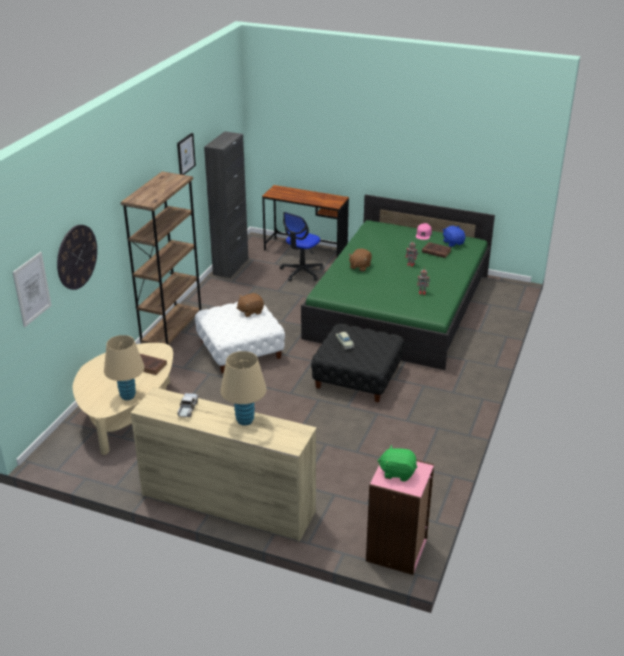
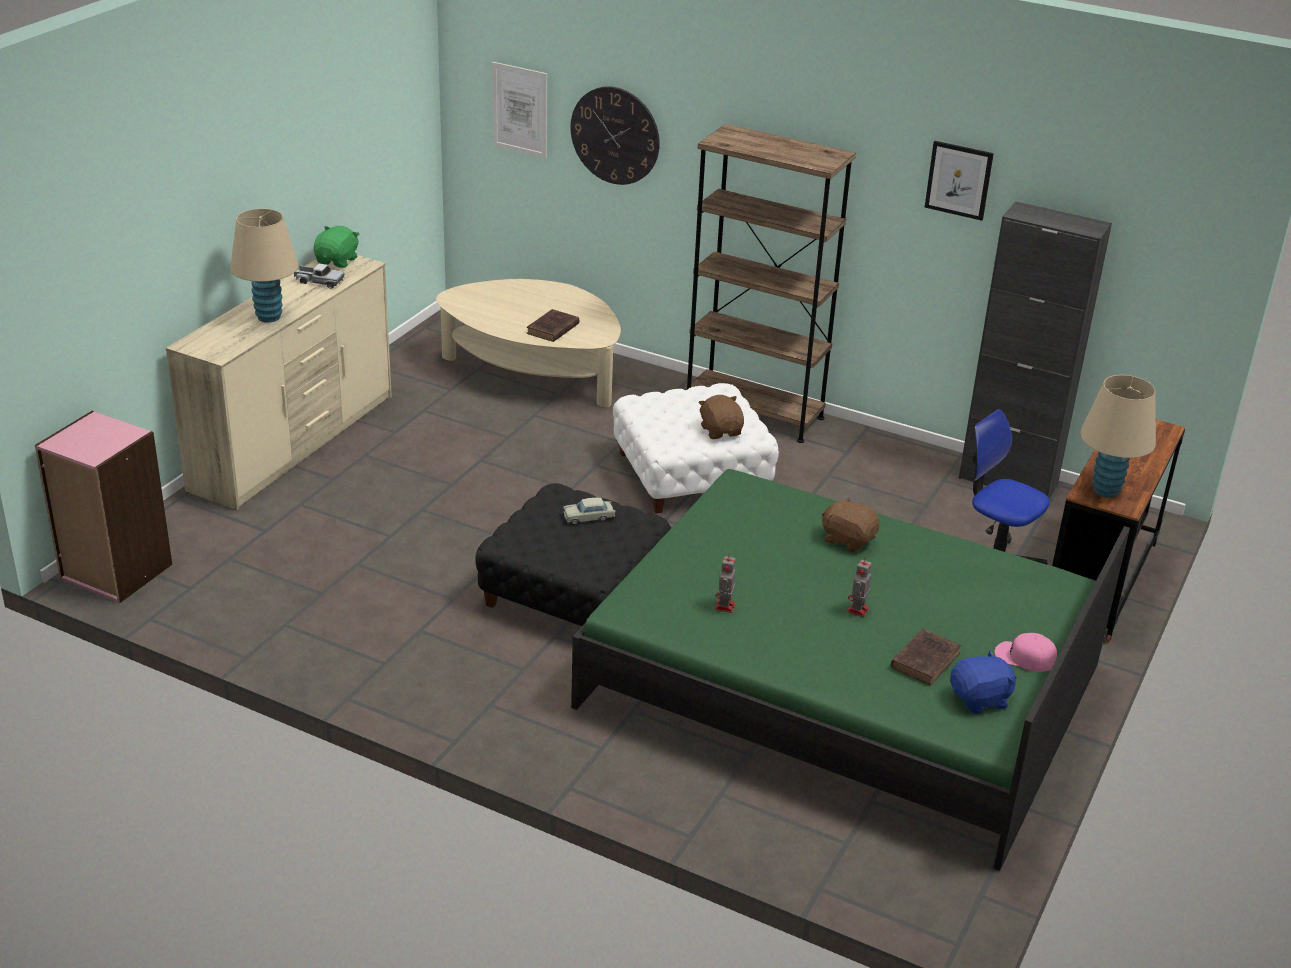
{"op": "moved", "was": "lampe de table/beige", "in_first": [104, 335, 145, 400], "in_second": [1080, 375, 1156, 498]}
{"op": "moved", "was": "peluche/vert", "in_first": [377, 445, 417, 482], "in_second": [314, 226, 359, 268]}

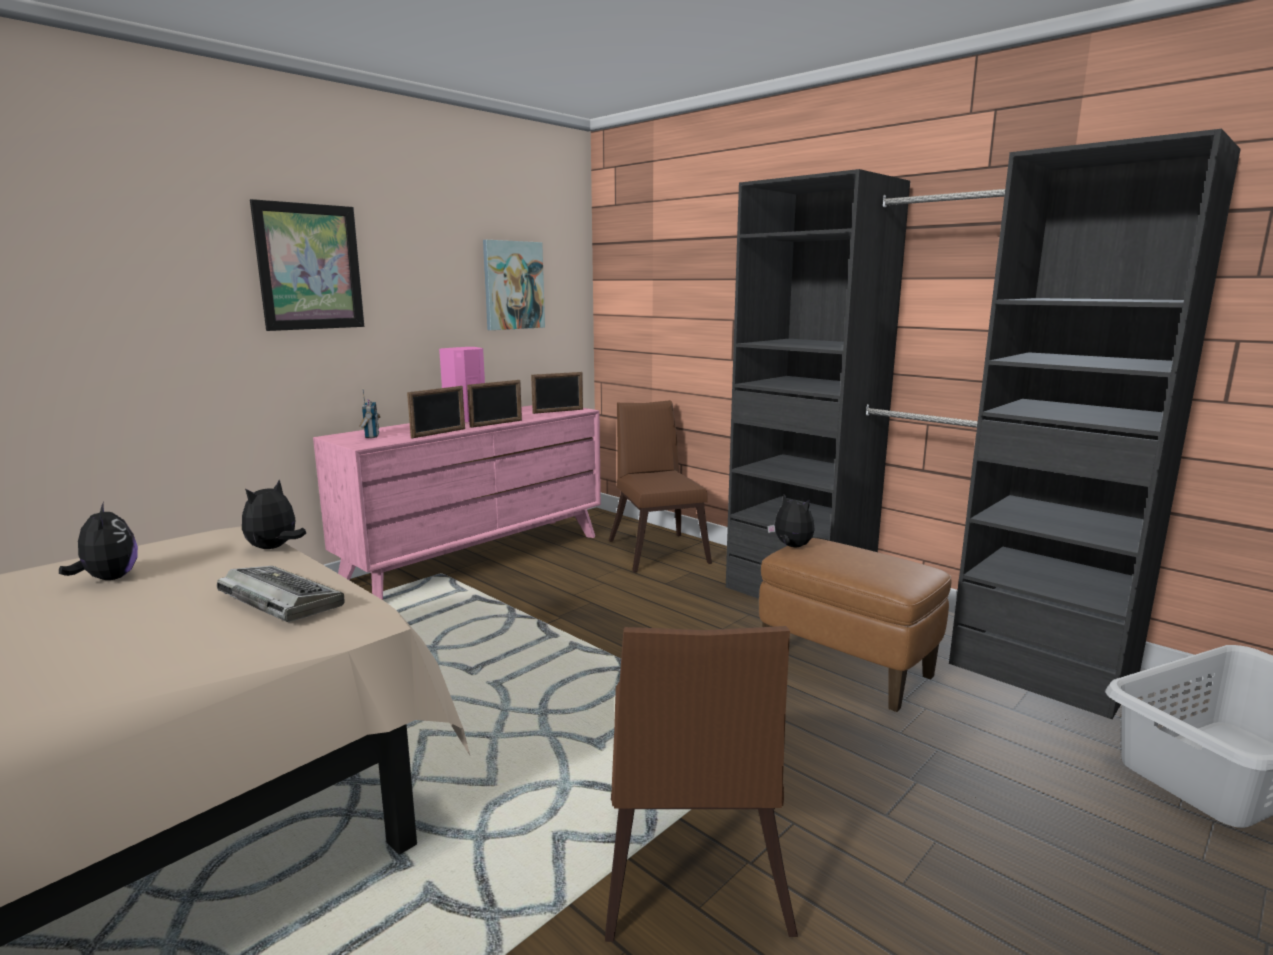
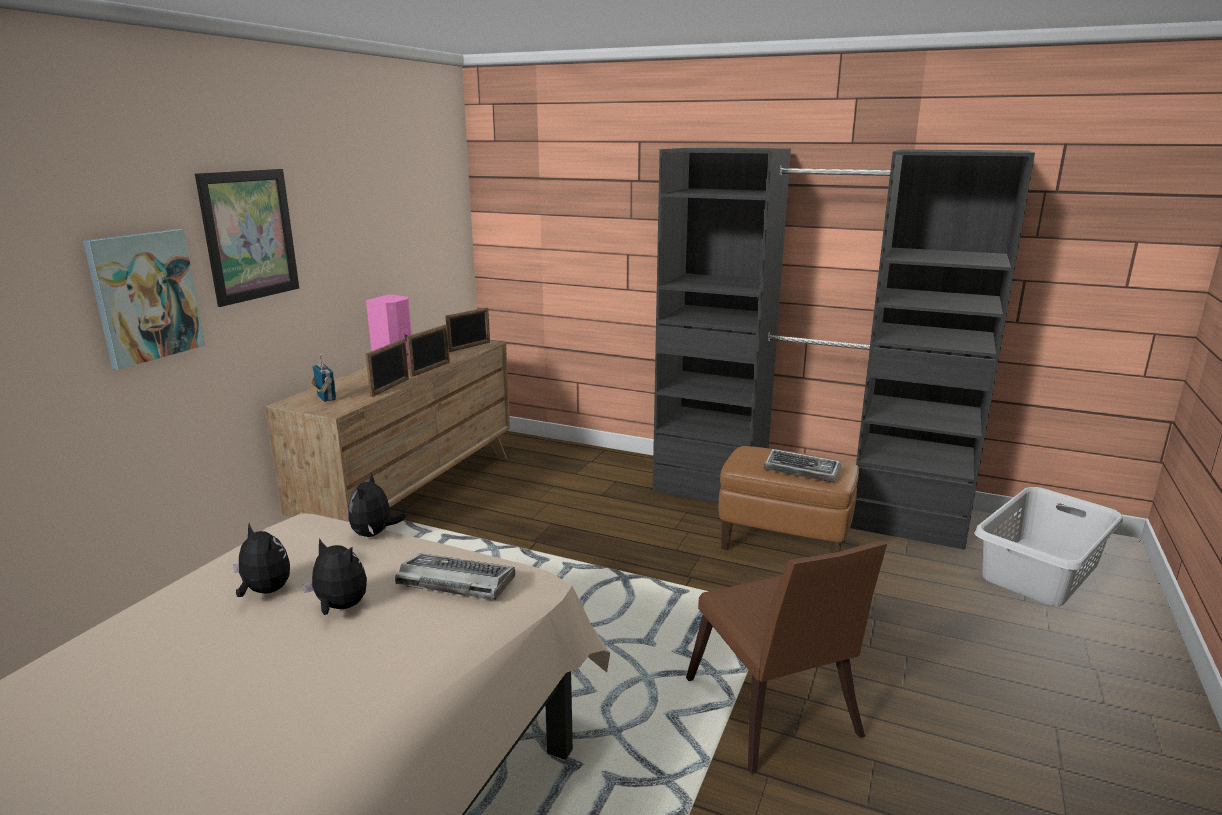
{"op": "moved", "was": "tableau", "in_first": [483, 240, 545, 330], "in_second": [83, 229, 205, 370]}
{"op": "removed", "was": "chaise/marron", "in_first": [609, 400, 712, 573]}
{"op": "recoloured", "was": "commode/rose", "now": "commode/marron", "in_first": [313, 405, 601, 600], "in_second": [265, 340, 510, 522]}
{"op": "moved", "was": "peluche", "in_first": [767, 494, 815, 547], "in_second": [302, 538, 367, 615]}
{"op": "added", "now": "clavier", "in_second": [764, 449, 841, 483]}

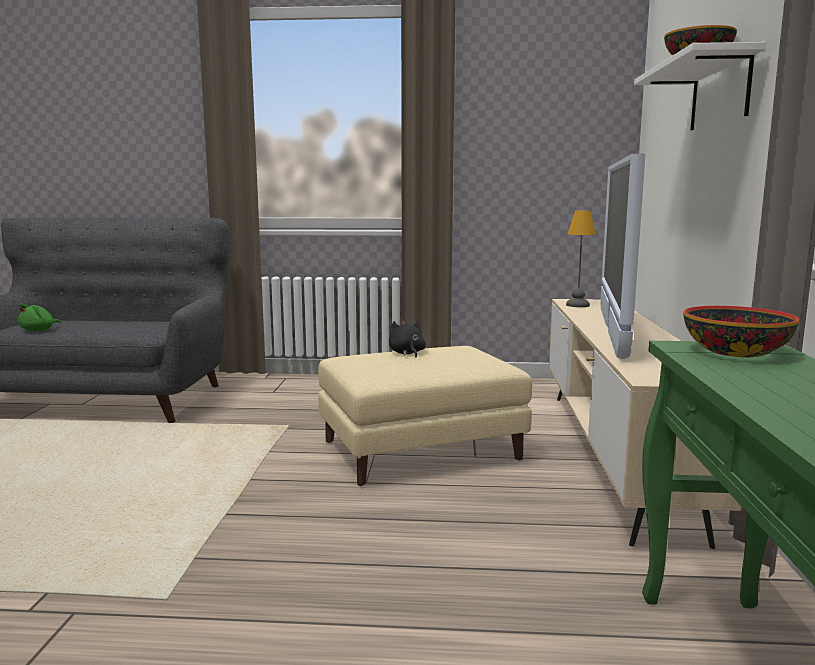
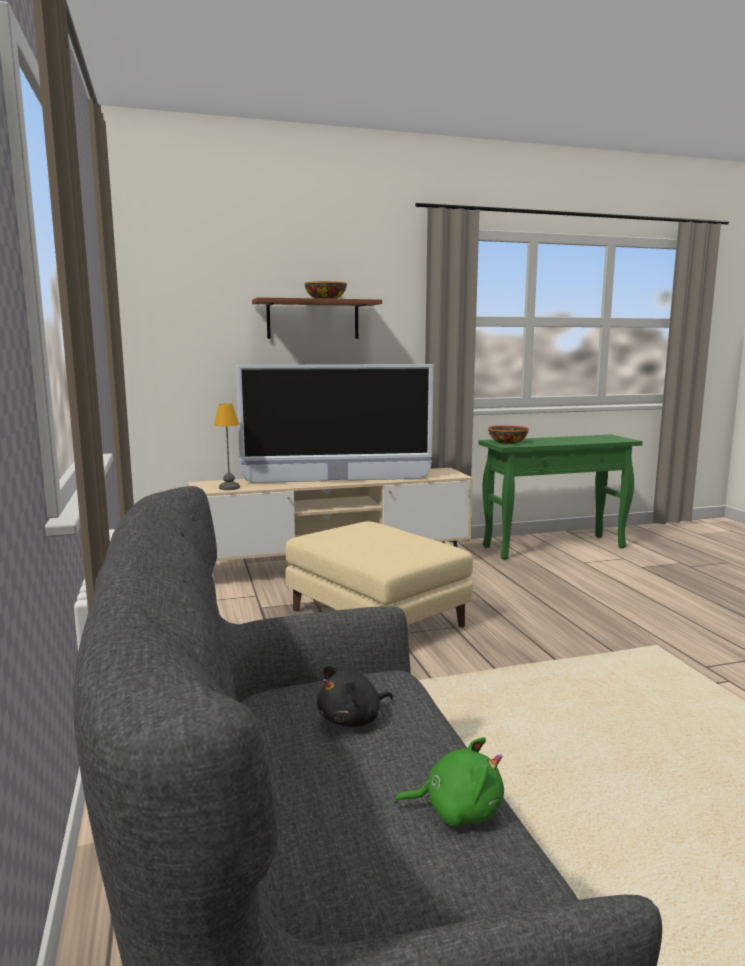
{"op": "recoloured", "was": "étagère/blanc", "now": "étagère/marron", "in_first": [634, 42, 766, 130], "in_second": [252, 297, 382, 339]}
{"op": "moved", "was": "peluche/noir", "in_first": [389, 319, 426, 357], "in_second": [317, 665, 393, 727]}

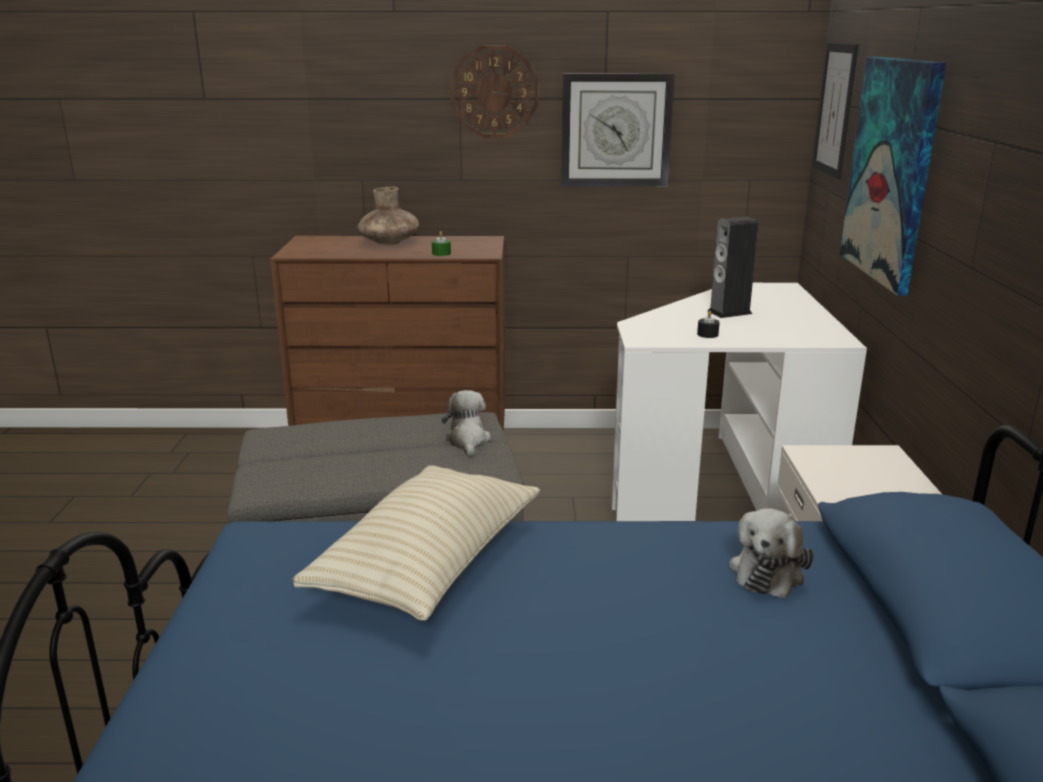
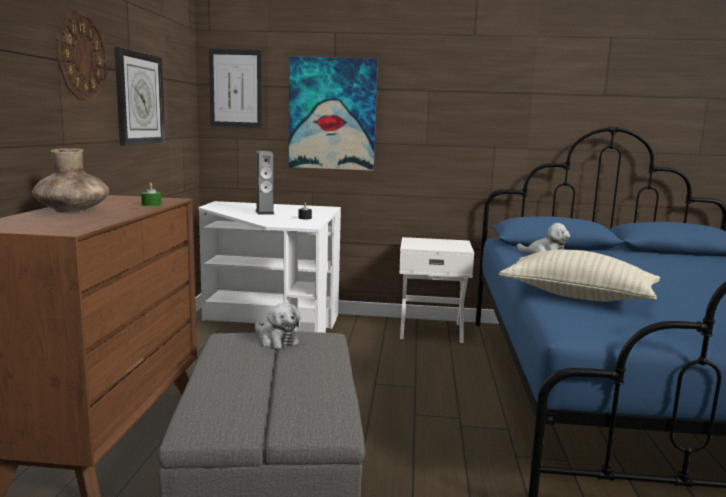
{"op": "turned", "was": "peluche", "in_first": [442, 390, 491, 457], "in_second": [255, 303, 300, 348], "clockwise": -135}

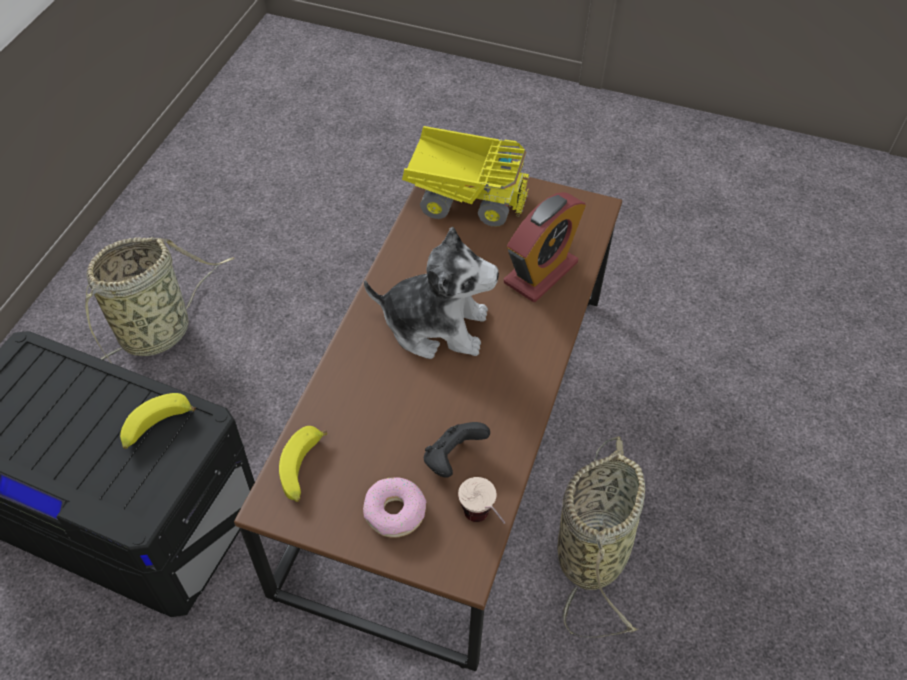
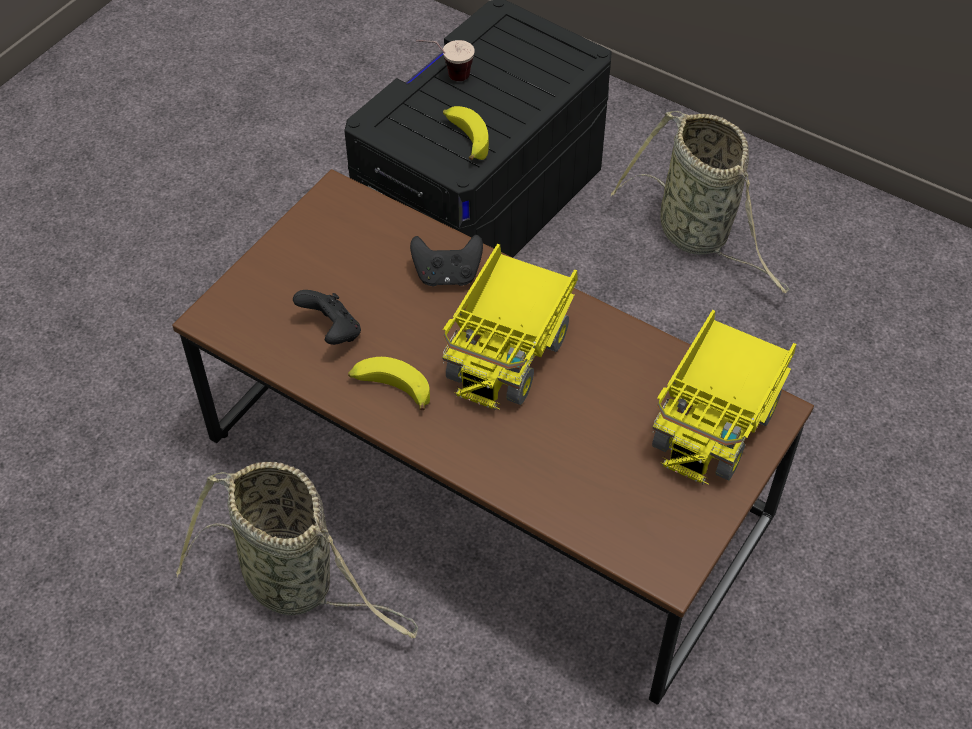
{"op": "removed", "was": "réveil", "in_first": [504, 192, 586, 302]}
{"op": "replaced", "was": "peluche", "now": "camion jouet", "in_first": [364, 227, 499, 359], "in_second": [442, 244, 578, 411]}
{"op": "moved", "was": "banane", "in_first": [279, 426, 327, 502], "in_second": [348, 357, 430, 410]}
{"op": "removed", "was": "beignet", "in_first": [363, 477, 426, 538]}
{"op": "moved", "was": "tasse", "in_first": [458, 477, 506, 524], "in_second": [416, 40, 475, 81]}
{"op": "added", "now": "manette/noir", "in_second": [410, 235, 483, 286]}

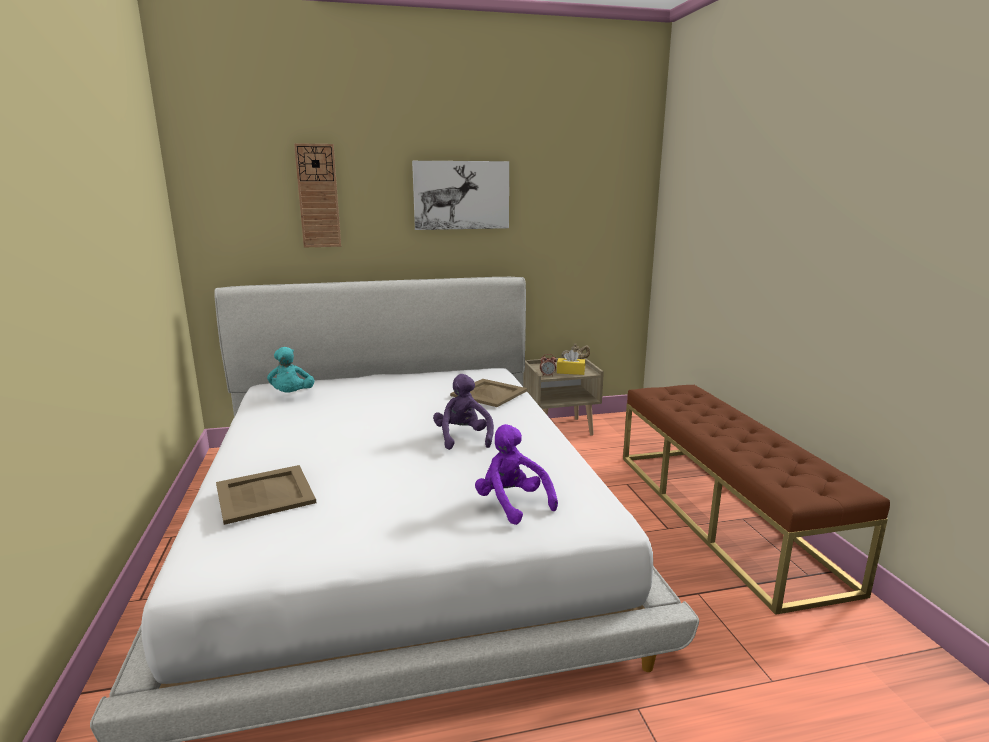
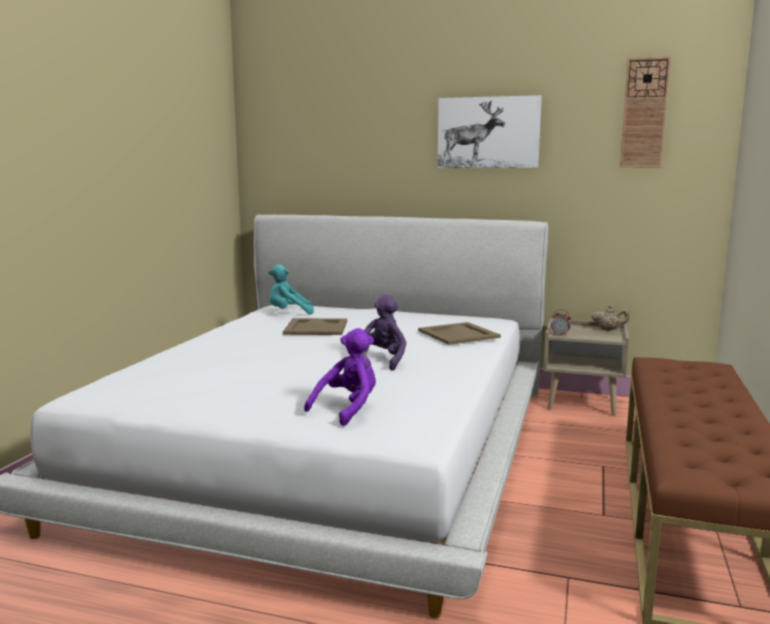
{"op": "moved", "was": "horloge murale", "in_first": [294, 143, 341, 247], "in_second": [620, 56, 671, 168]}
{"op": "turned", "was": "peluche/turquoise", "in_first": [267, 347, 315, 393], "in_second": [268, 264, 314, 314], "clockwise": 60}
{"op": "removed", "was": "boîte à mouchoirs/jaune", "in_first": [557, 350, 585, 375]}
{"op": "turned", "was": "peluche/violet", "in_first": [475, 424, 558, 525], "in_second": [304, 328, 376, 426], "clockwise": 45}
{"op": "moved", "was": "plateau/beige", "in_first": [216, 465, 316, 525], "in_second": [283, 318, 347, 335]}

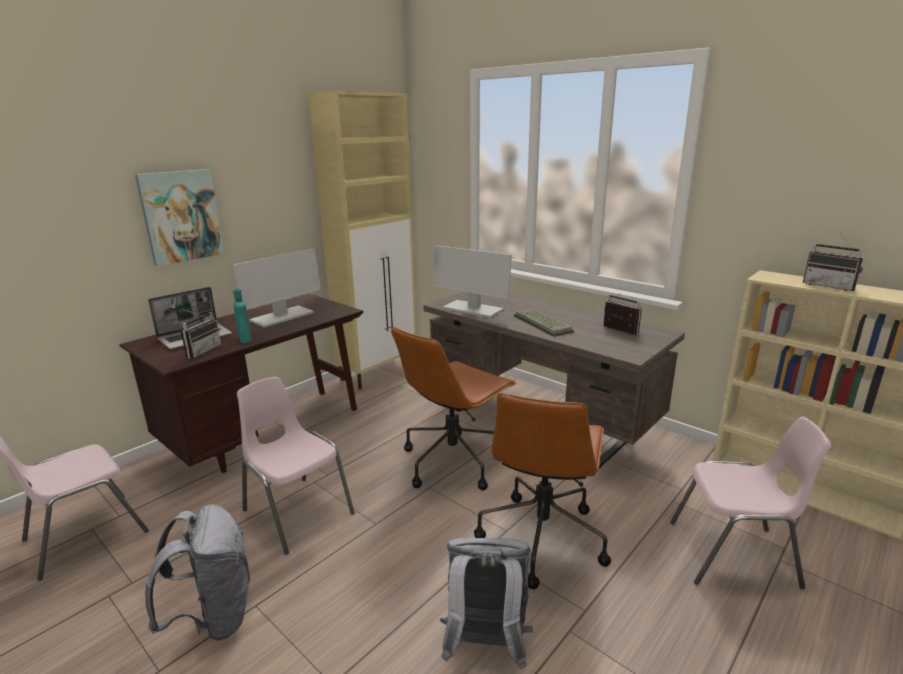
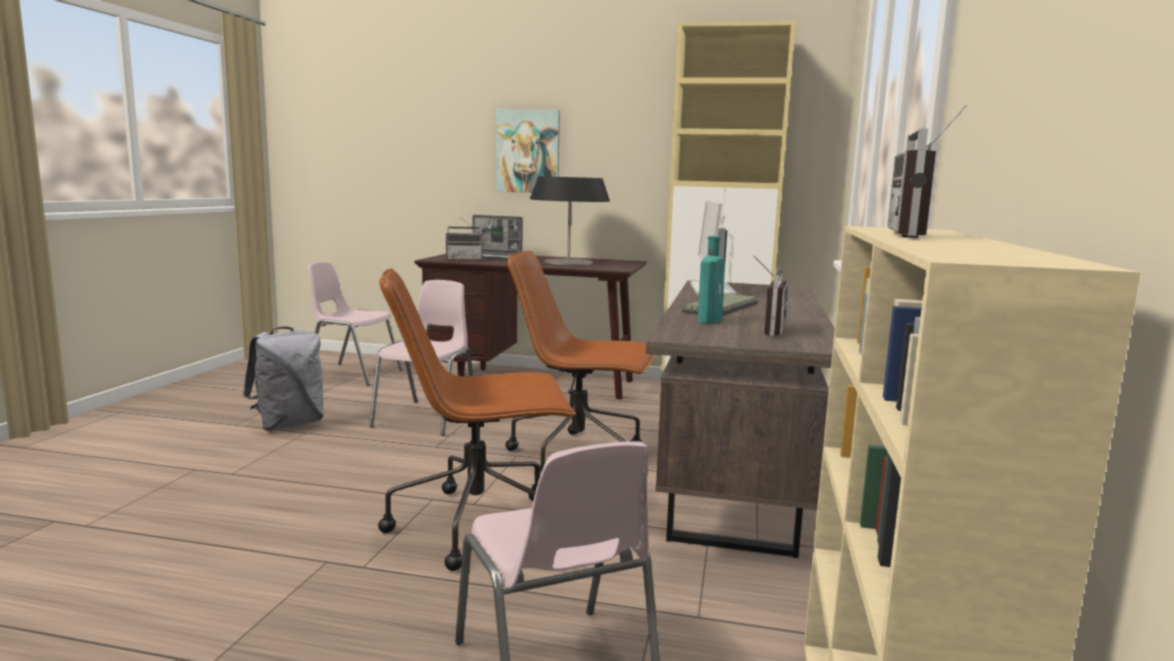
{"op": "replaced", "was": "écran d'ordinateur", "now": "lampe de table", "in_first": [233, 248, 321, 328], "in_second": [530, 176, 610, 265]}
{"op": "moved", "was": "bouteille/turquoise", "in_first": [233, 289, 252, 343], "in_second": [698, 236, 725, 324]}
{"op": "removed", "was": "sac à dos/gris", "in_first": [440, 538, 533, 669]}

